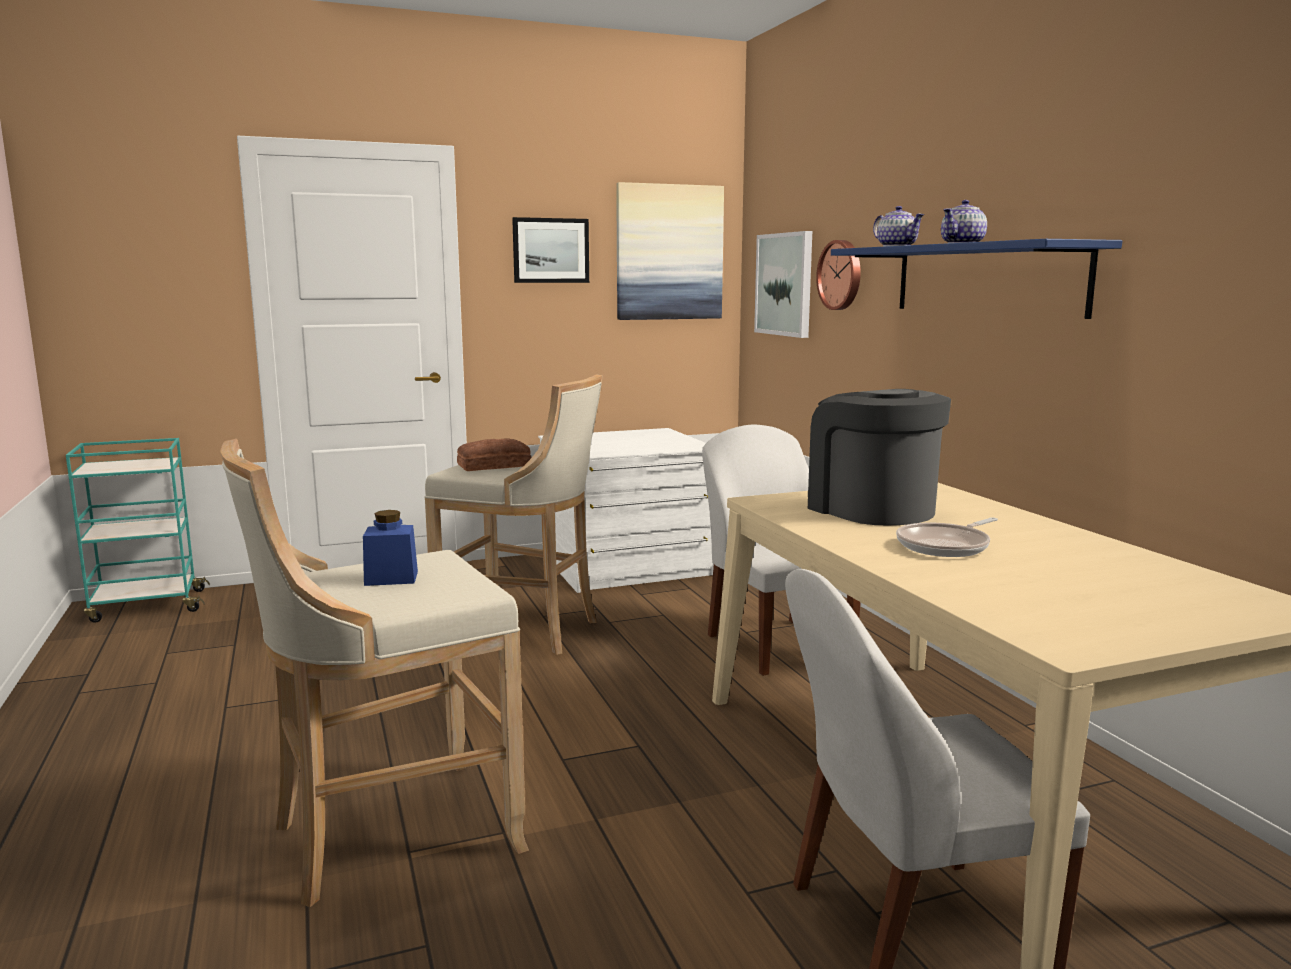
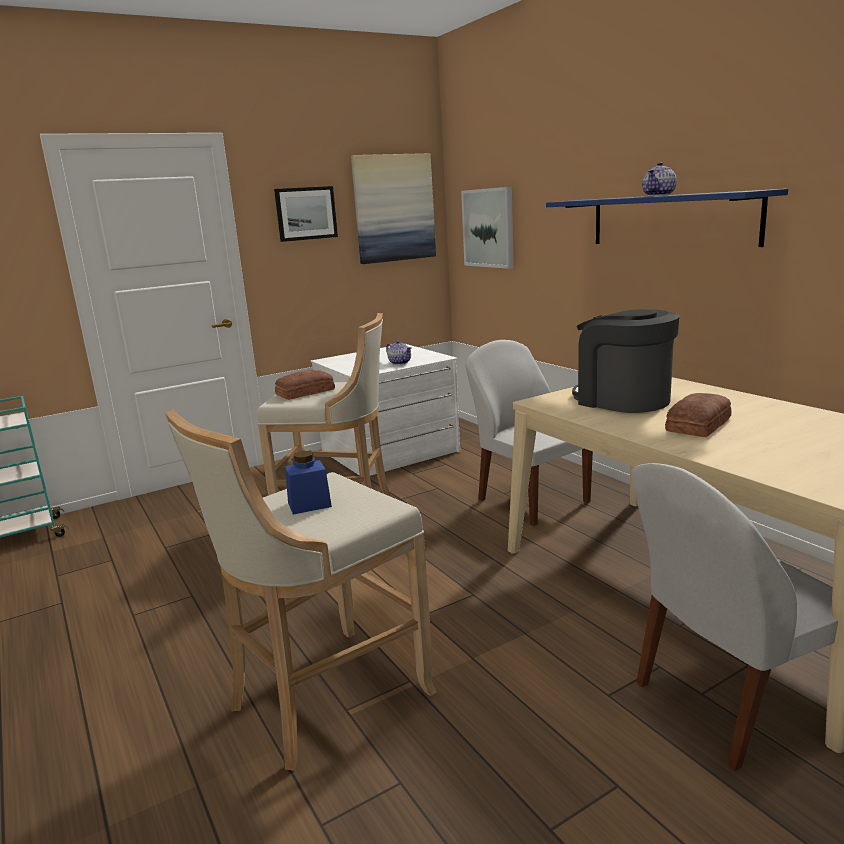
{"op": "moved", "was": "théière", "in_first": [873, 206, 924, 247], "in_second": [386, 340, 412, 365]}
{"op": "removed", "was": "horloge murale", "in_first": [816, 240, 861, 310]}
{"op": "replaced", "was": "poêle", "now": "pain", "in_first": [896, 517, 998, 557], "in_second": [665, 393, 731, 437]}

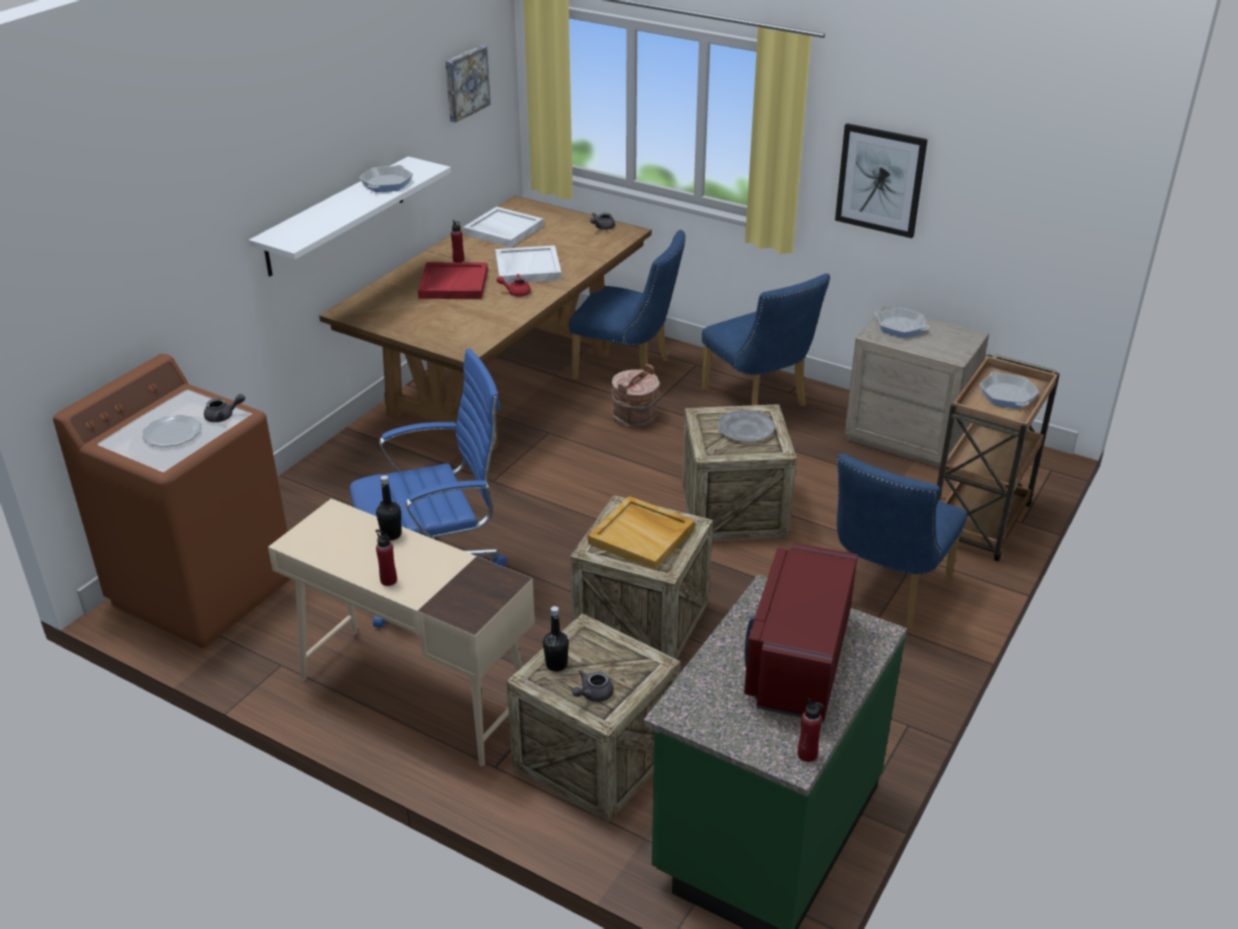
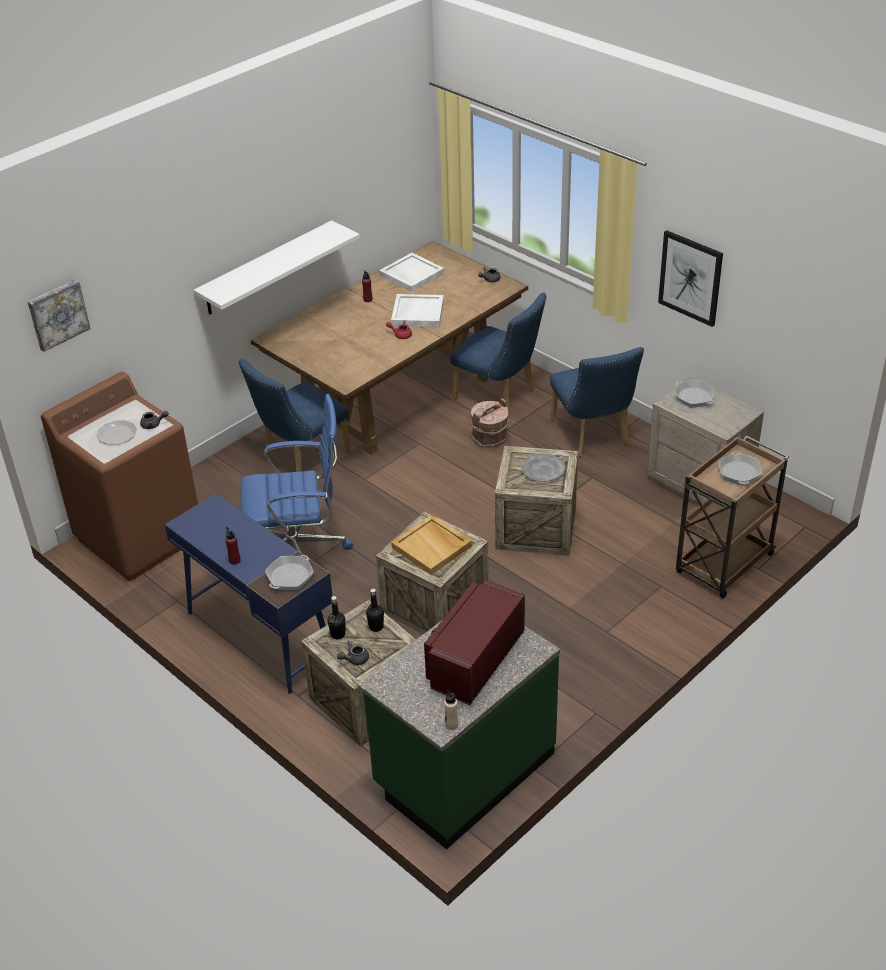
{"op": "moved", "was": "tableau", "in_first": [445, 45, 491, 123], "in_second": [28, 279, 90, 352]}
{"op": "moved", "was": "poêle", "in_first": [359, 165, 413, 192], "in_second": [265, 555, 314, 590]}
{"op": "removed", "was": "plateau/rouge", "in_first": [418, 262, 488, 299]}
{"op": "moved", "was": "chaise/bleu", "in_first": [837, 454, 967, 631], "in_second": [239, 359, 351, 472]}
{"op": "moved", "was": "bouteille/noir", "in_first": [376, 475, 401, 540], "in_second": [366, 589, 384, 632]}
{"op": "recoloured", "was": "bureau/beige", "now": "bureau/bleu", "in_first": [268, 499, 535, 766], "in_second": [165, 493, 332, 694]}
{"op": "recoloured", "was": "bouteille/rouge", "now": "bouteille/beige", "in_first": [798, 699, 824, 762], "in_second": [444, 690, 458, 730]}

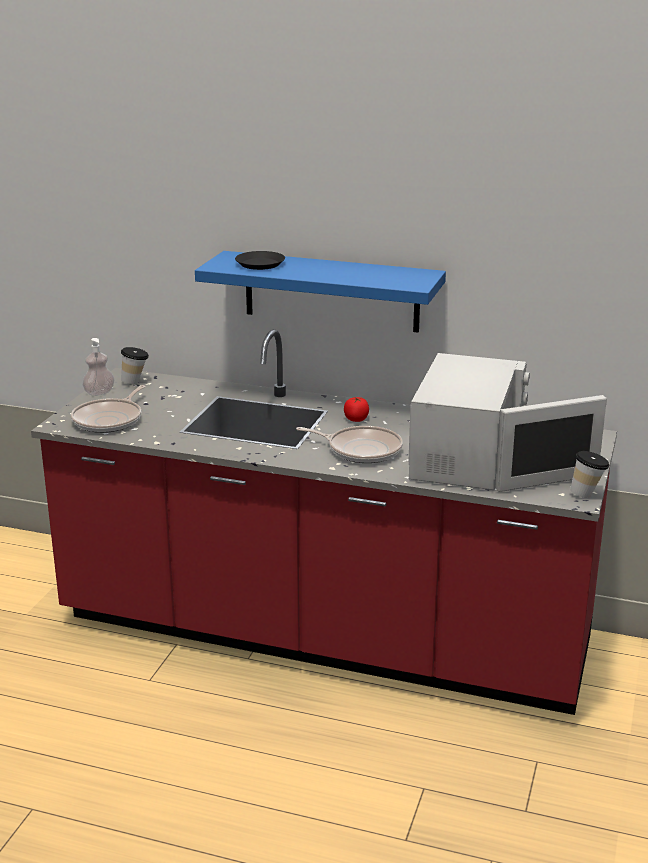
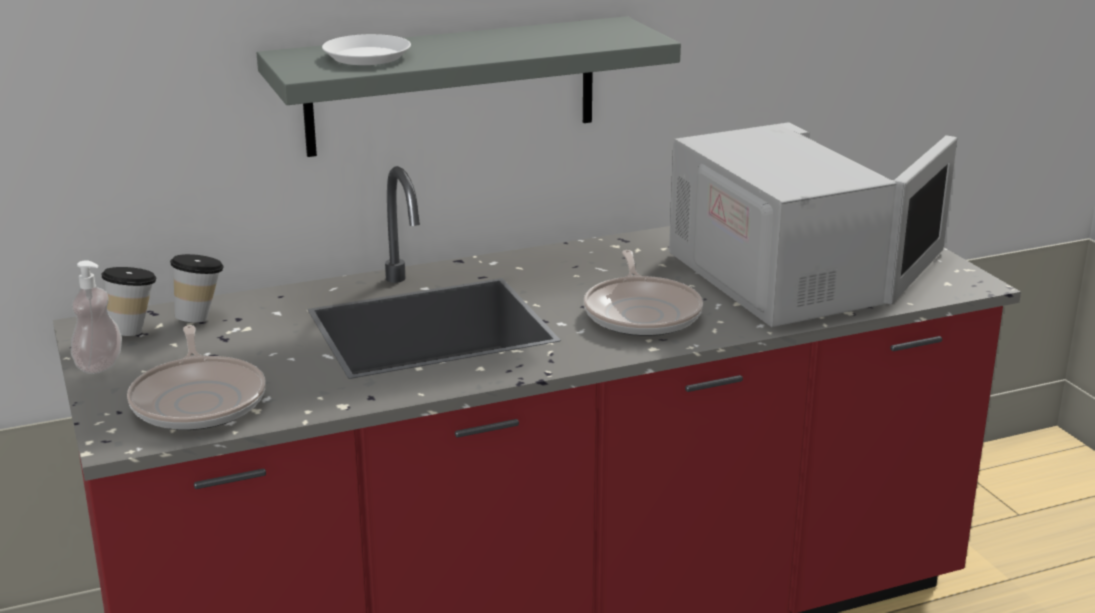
{"op": "recoloured", "was": "étagère/bleu", "now": "étagère/gris", "in_first": [195, 251, 446, 333], "in_second": [257, 16, 681, 157]}
{"op": "recoloured", "was": "assiette/noir", "now": "assiette/blanc", "in_first": [235, 251, 285, 270], "in_second": [322, 34, 411, 65]}
{"op": "removed", "was": "tomate", "in_first": [344, 397, 369, 422]}
{"op": "turned", "was": "poêle", "in_first": [296, 426, 403, 463], "in_second": [584, 250, 703, 336], "clockwise": 105}
{"op": "moved", "was": "tasse", "in_first": [570, 451, 610, 498], "in_second": [170, 254, 224, 323]}

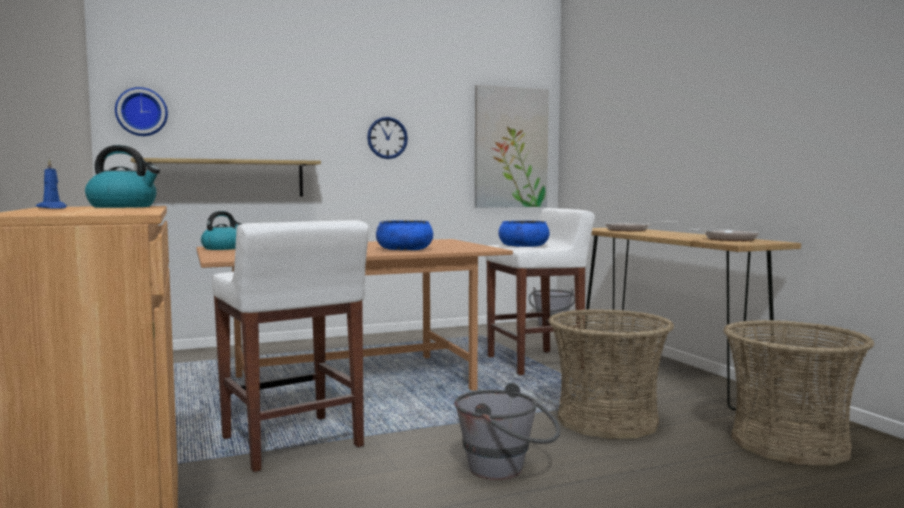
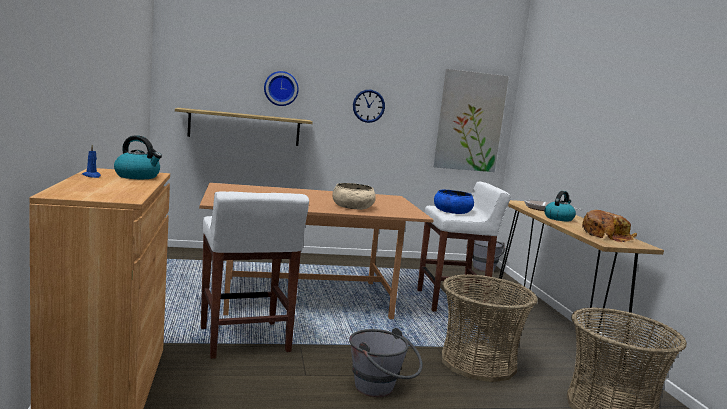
{"op": "moved", "was": "horloge murale", "in_first": [115, 87, 168, 136], "in_second": [264, 71, 299, 106]}
{"op": "moved", "was": "bouilloire", "in_first": [201, 211, 241, 250], "in_second": [544, 191, 576, 222]}
{"op": "recoloured", "was": "bol/bleu", "now": "bol/beige", "in_first": [376, 220, 433, 250], "in_second": [332, 183, 376, 210]}
{"op": "replaced", "was": "poêle", "now": "pain", "in_first": [687, 229, 759, 241], "in_second": [582, 210, 637, 242]}

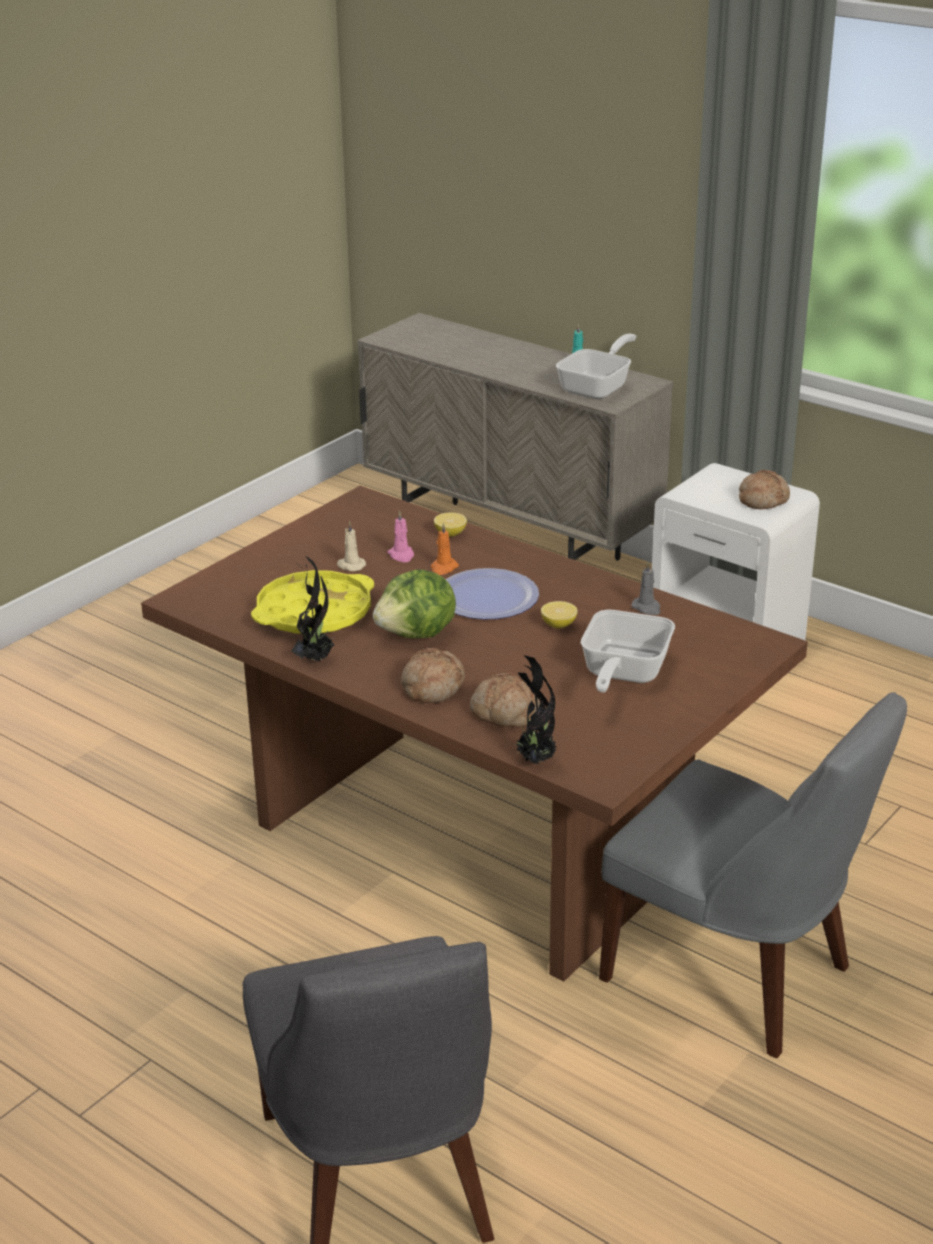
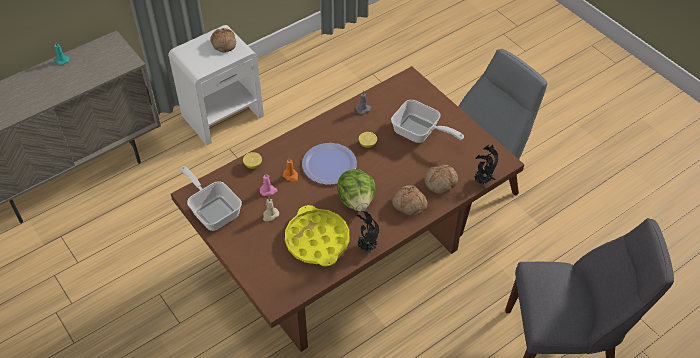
{"op": "moved", "was": "poêle", "in_first": [556, 334, 636, 399], "in_second": [180, 166, 242, 231]}

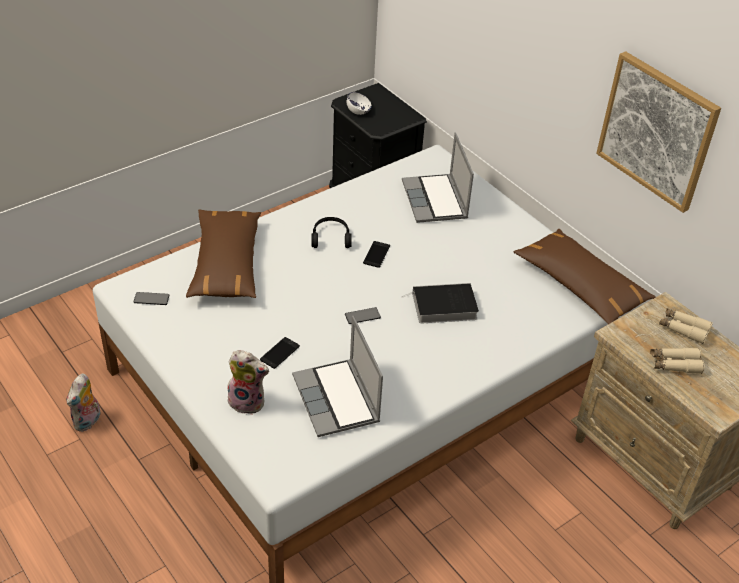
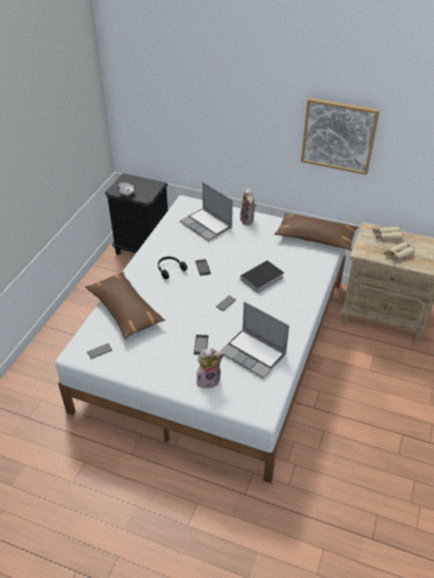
{"op": "moved", "was": "peluche", "in_first": [66, 374, 101, 432], "in_second": [240, 188, 257, 225]}

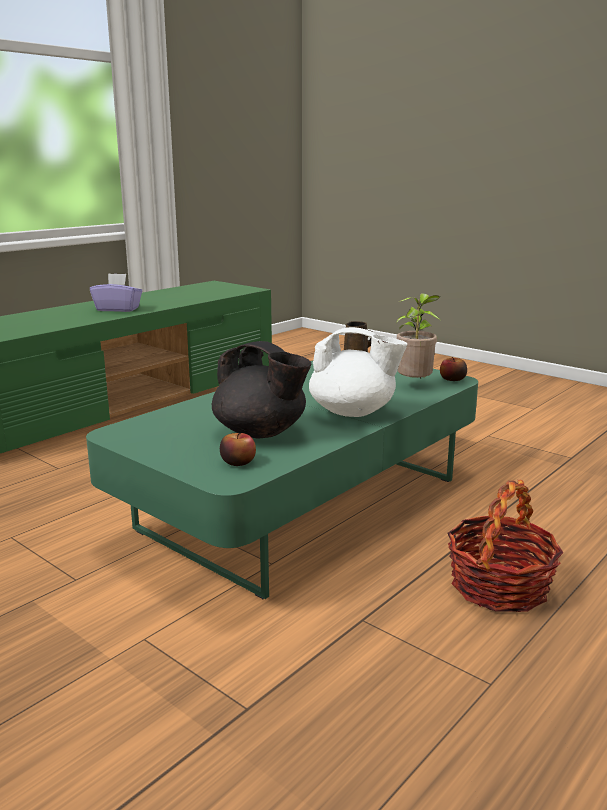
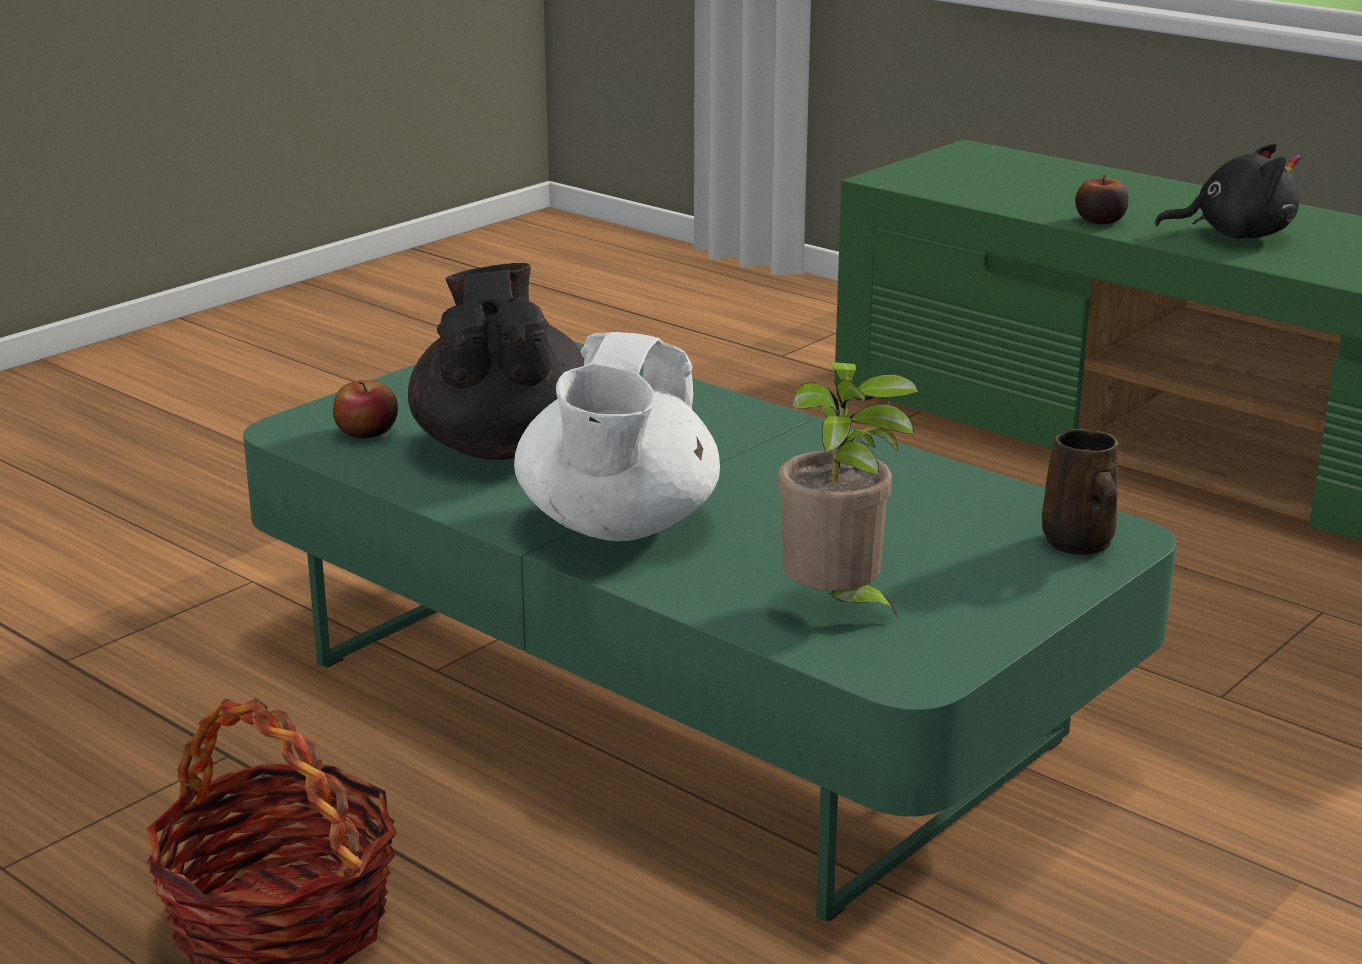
{"op": "replaced", "was": "boîte à mouchoirs/violet", "now": "peluche/noir", "in_first": [90, 273, 142, 312], "in_second": [1155, 143, 1301, 239]}
{"op": "turned", "was": "théière/noir", "in_first": [212, 341, 311, 438], "in_second": [408, 263, 584, 460], "clockwise": 135}
{"op": "moved", "was": "pomme", "in_first": [440, 357, 467, 381], "in_second": [1075, 175, 1129, 224]}

